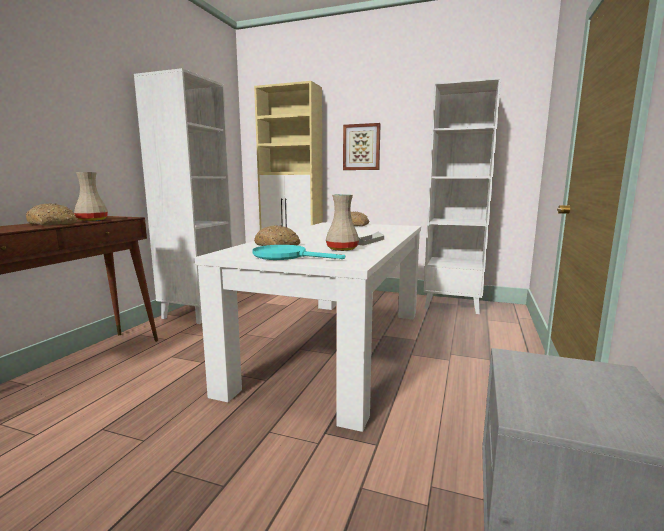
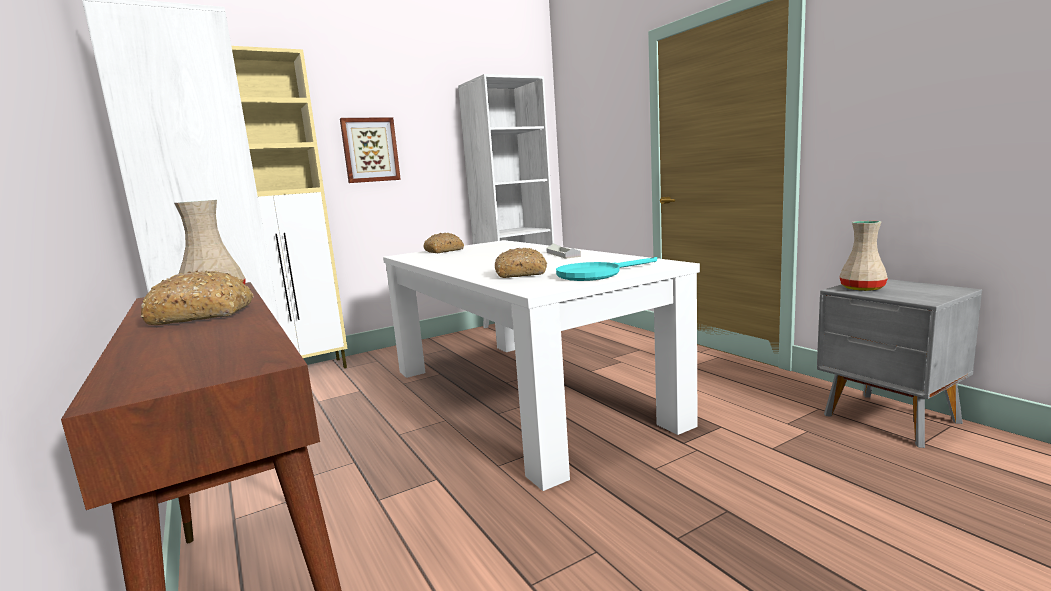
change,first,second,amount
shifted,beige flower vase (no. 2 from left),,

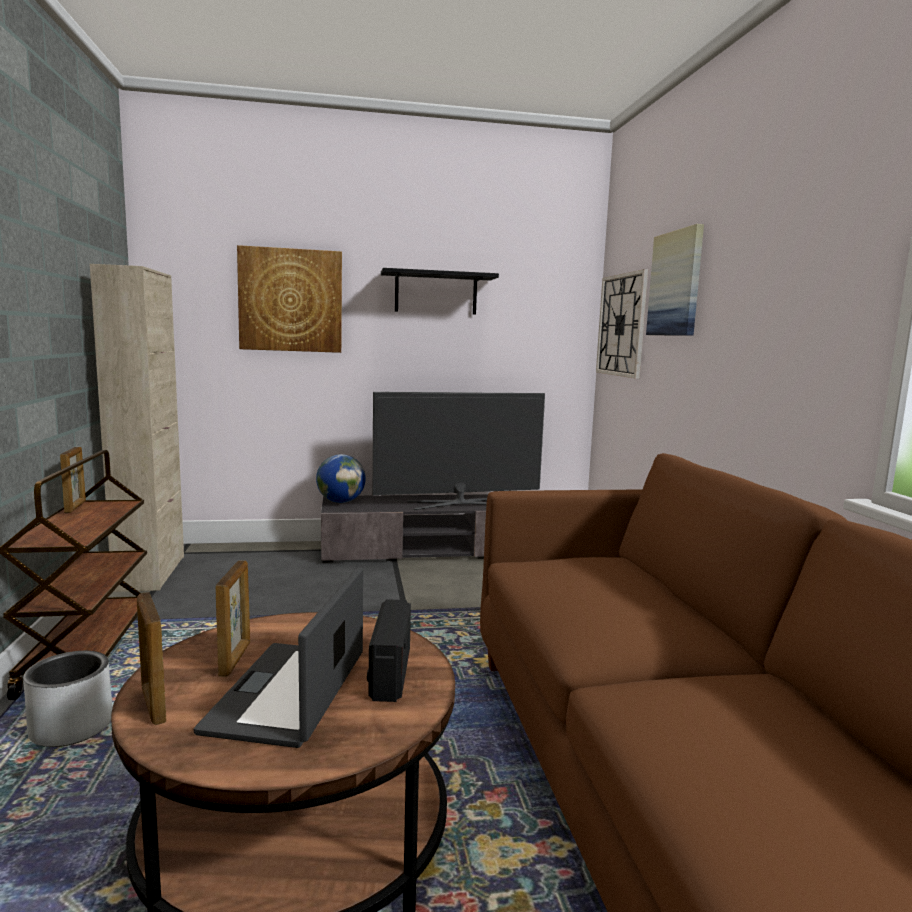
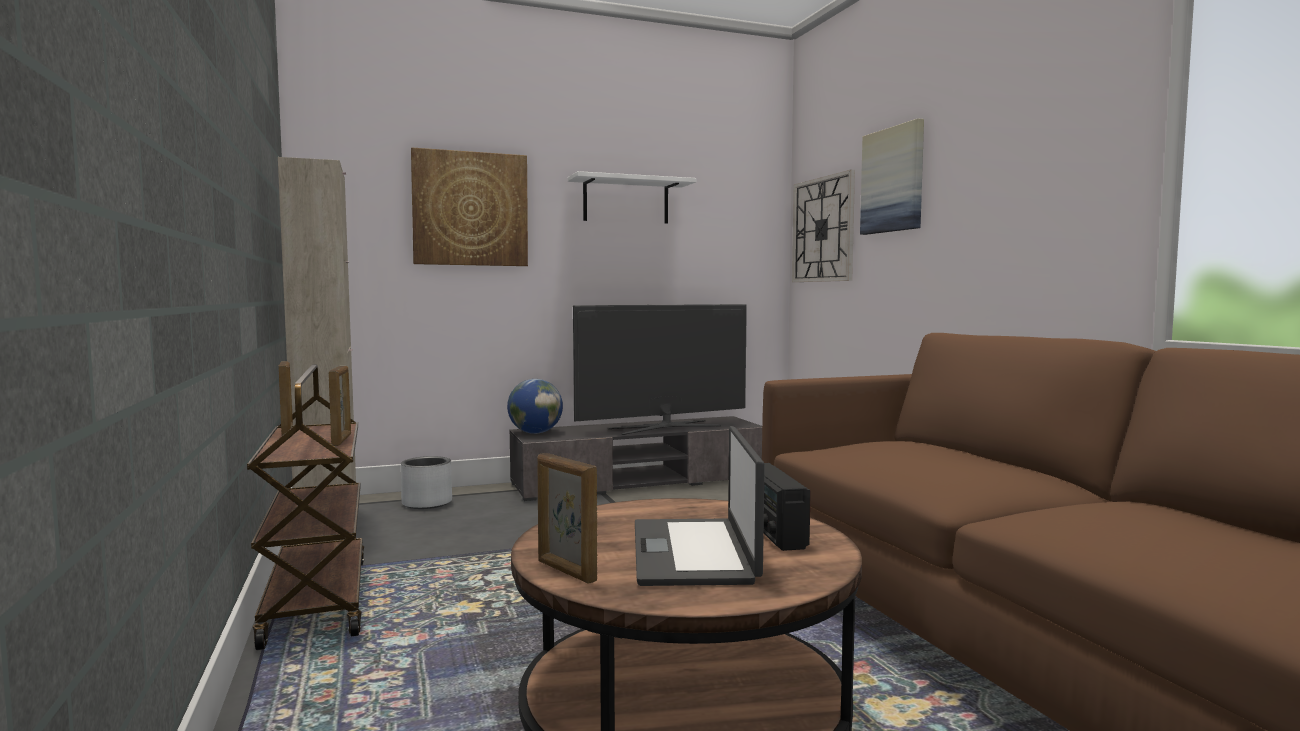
change,first,second,amount
shifted,gray flower pot,,
shifted,photo frame (no. 3 from left in the first image),photo frame (no. 2 from left),
repainted,black wall shelf,white-coloured wall shelf,

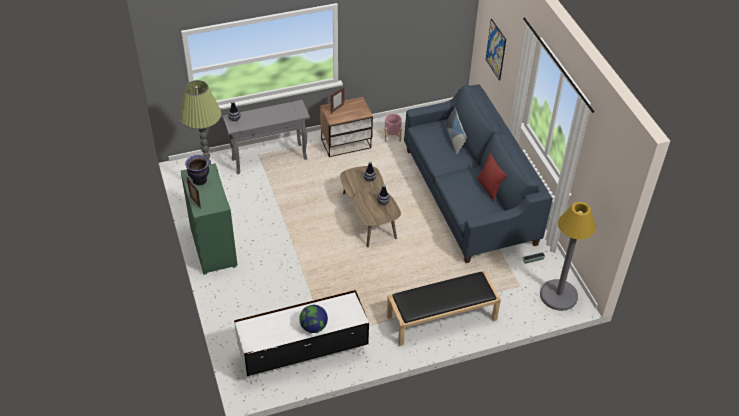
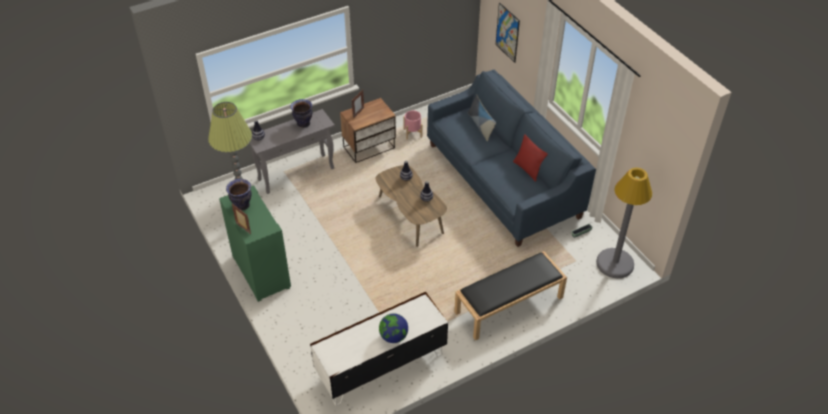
change,first,second,amount
new,,flower vase (no. 3 from left),

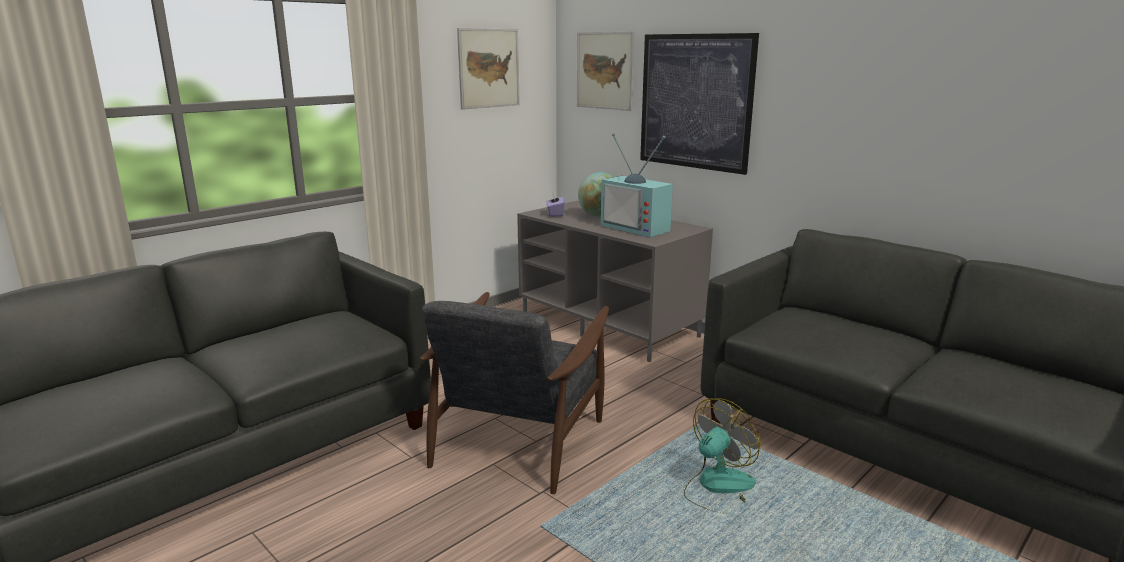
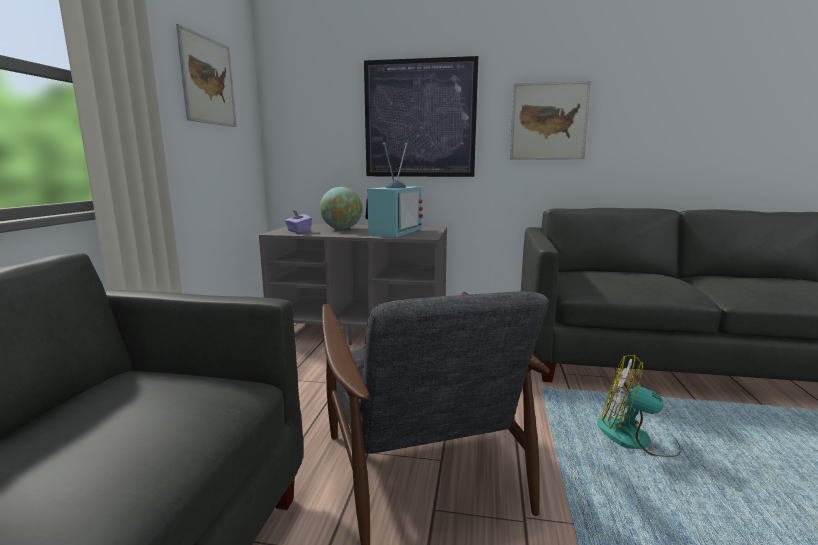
change,first,second,amount
shifted,wall picture (no. 2 from left in the first image),wall picture (no. 3 from left),
rotated,TV,,75 degrees counterclockwise
rotated,fan,,75 degrees counterclockwise

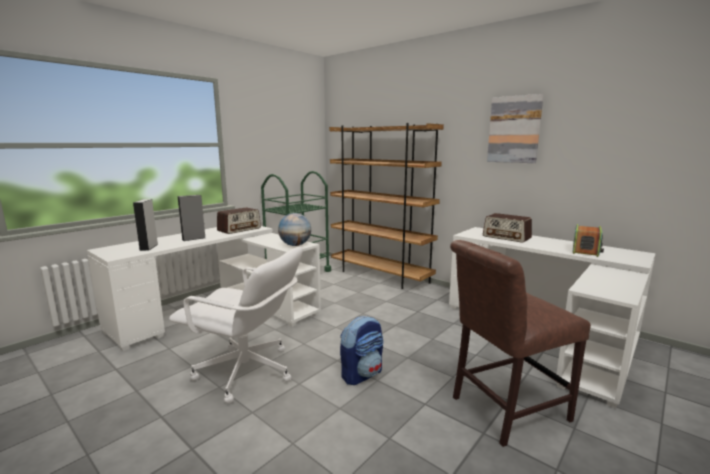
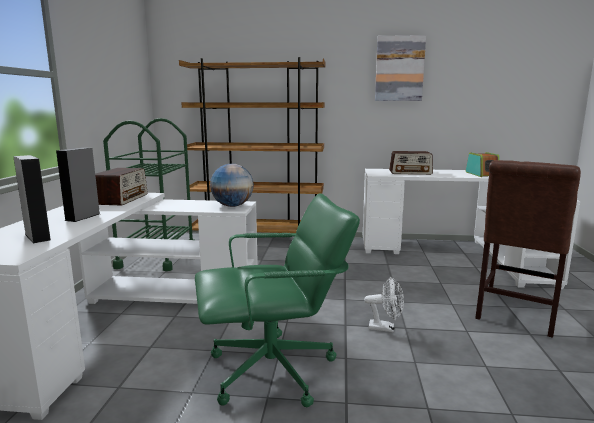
change,first,second,amount
repainted,white-coloured office chair,green-coloured office chair,
swapped,knapsack,white-coloured fan,

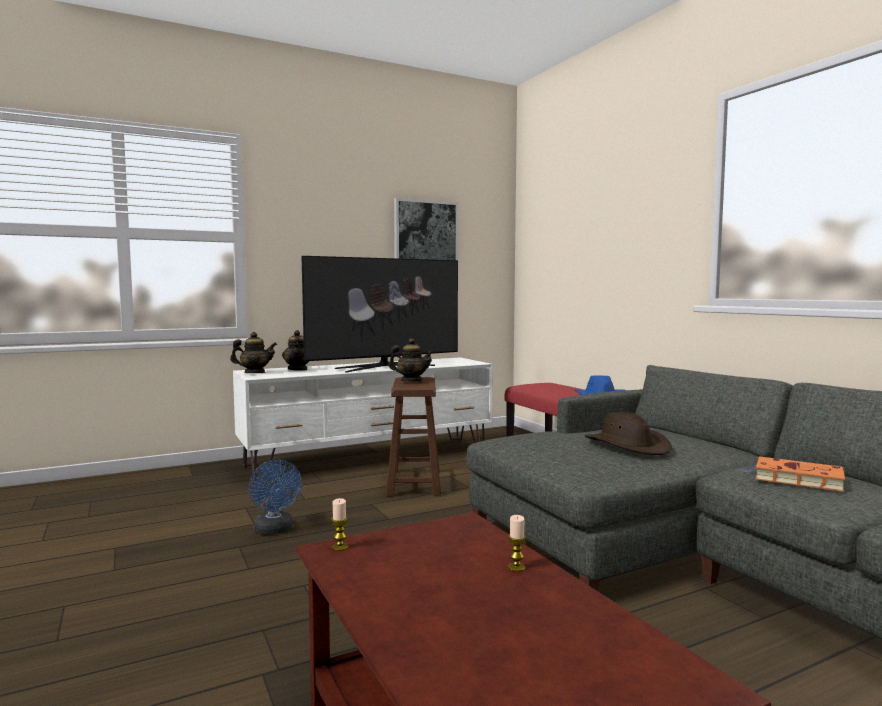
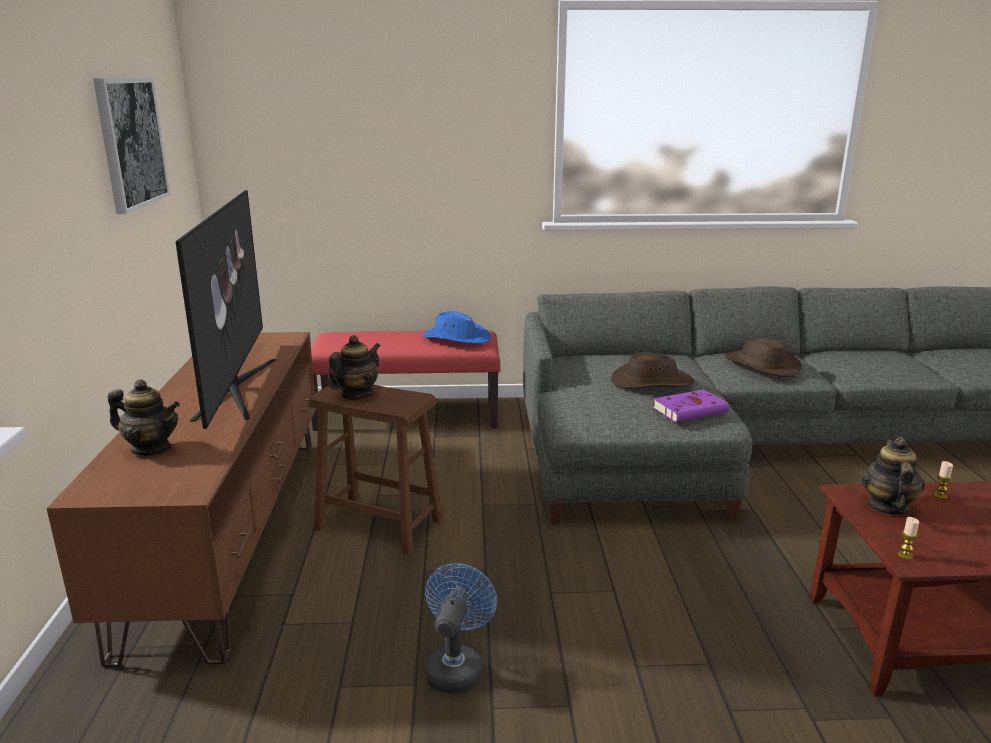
change,first,second,amount
shifted,tea pot (no. 1 from left in the first image),tea pot (no. 3 from left),
repainted,white-coloured tv stand,brown-coloured tv stand,
rotated,bluish fan,,75 degrees counterclockwise
swapped,orange-coloured book,brown-coloured hat (no. 2 from left),
new,,purple-coloured book,

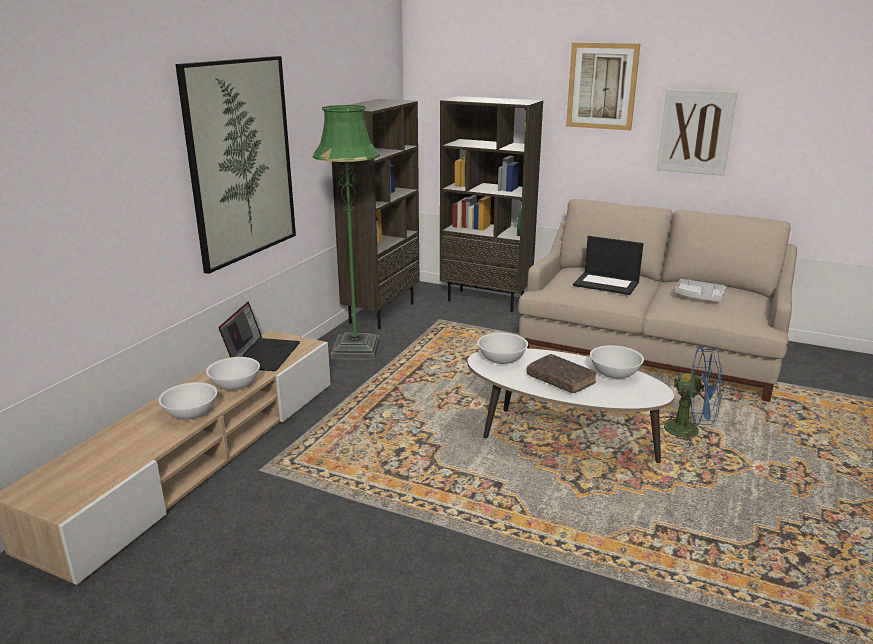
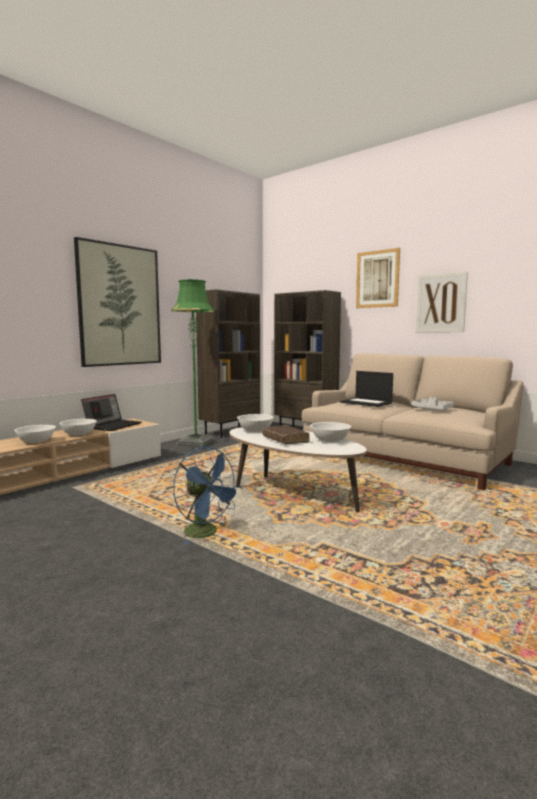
change,first,second,amount
shifted,bluish fan,,

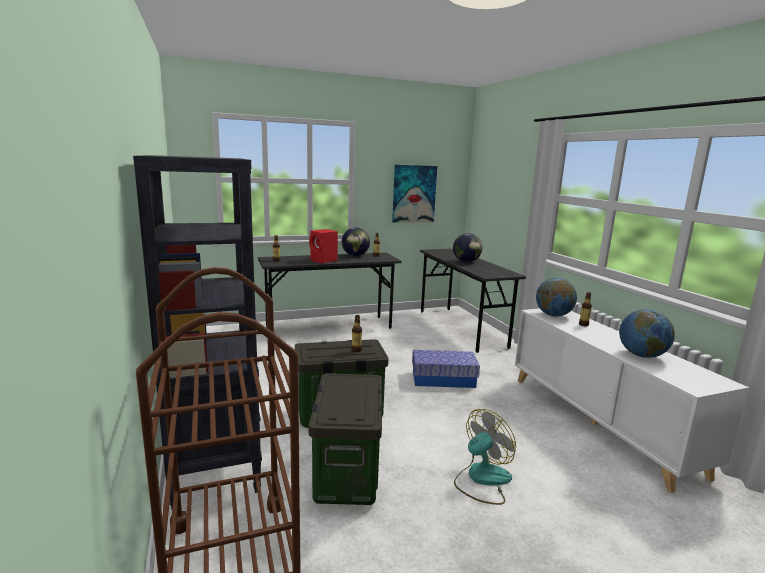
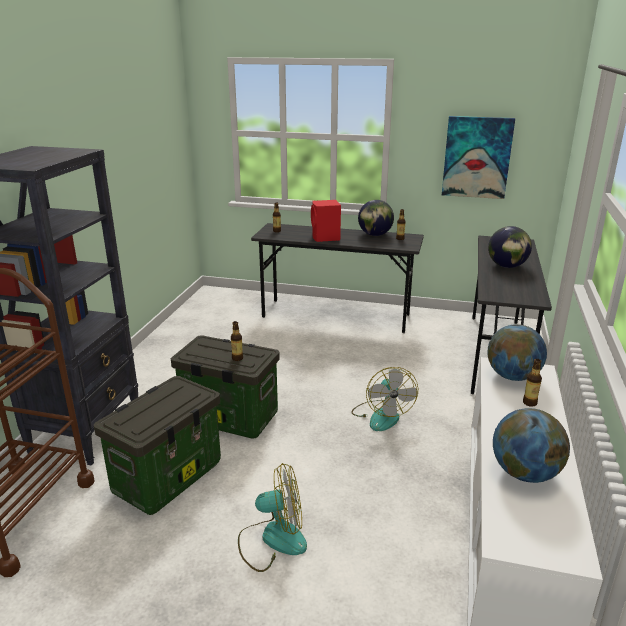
change,first,second,amount
swapped,storage box (no. 3 from left),fan (no. 2 from left),

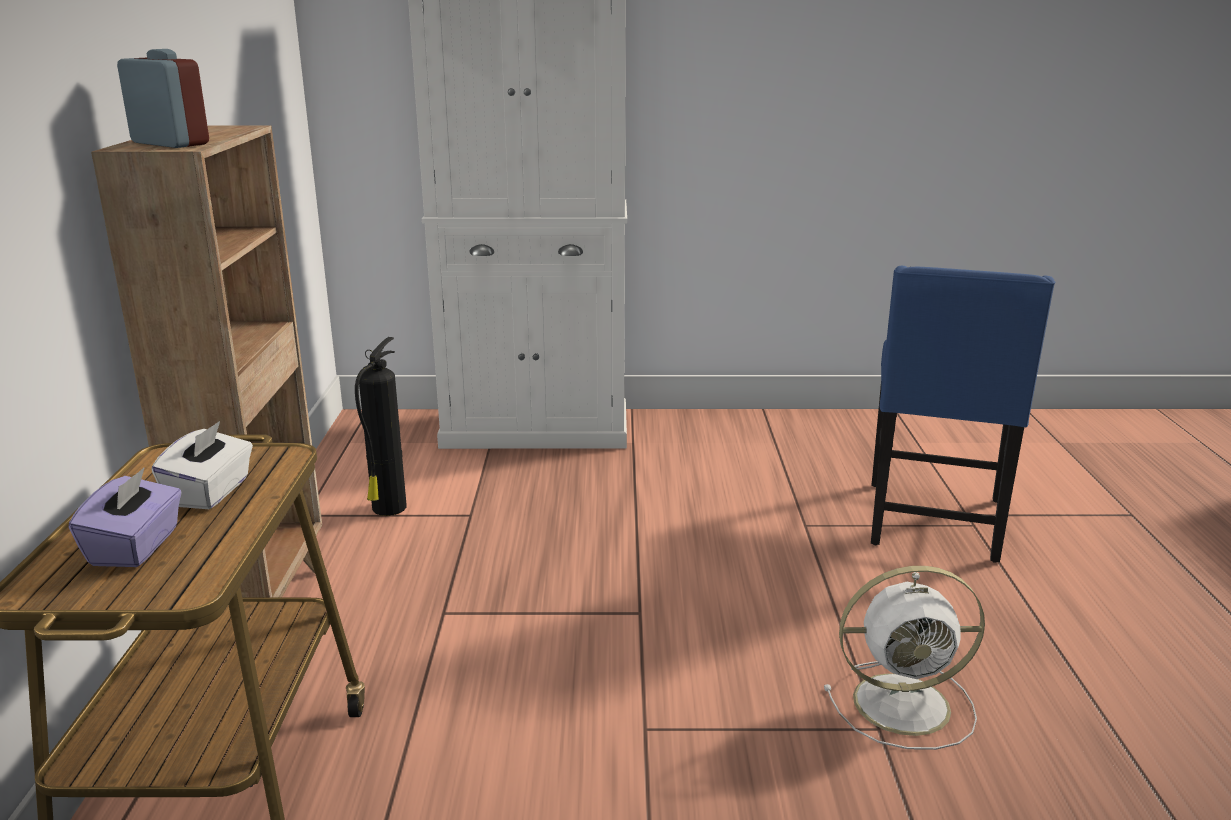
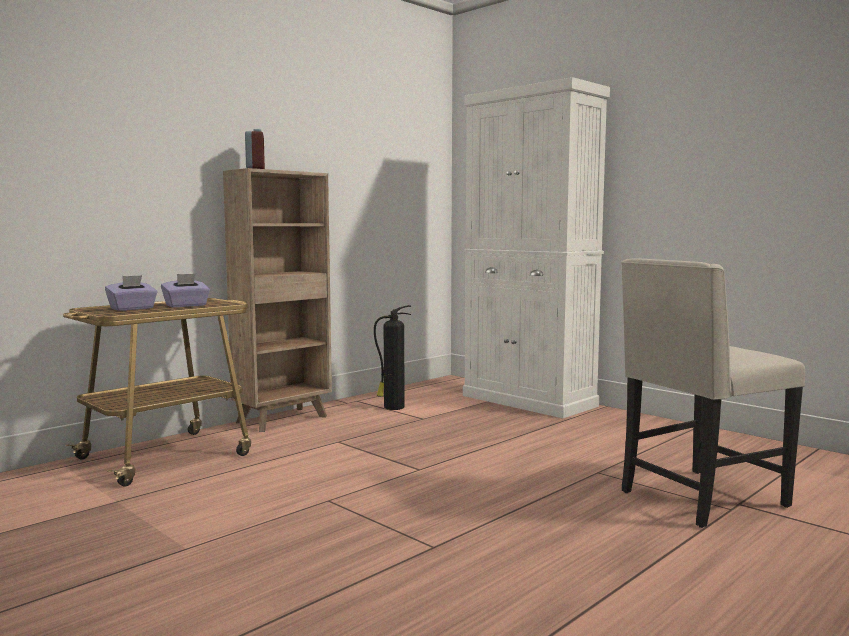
change,first,second,amount
repainted,white-coloured box of tissues,purple-coloured box of tissues (no. 2 from left),
gone,white-coloured fan,,
repainted,bluish upright chair,beige upright chair,

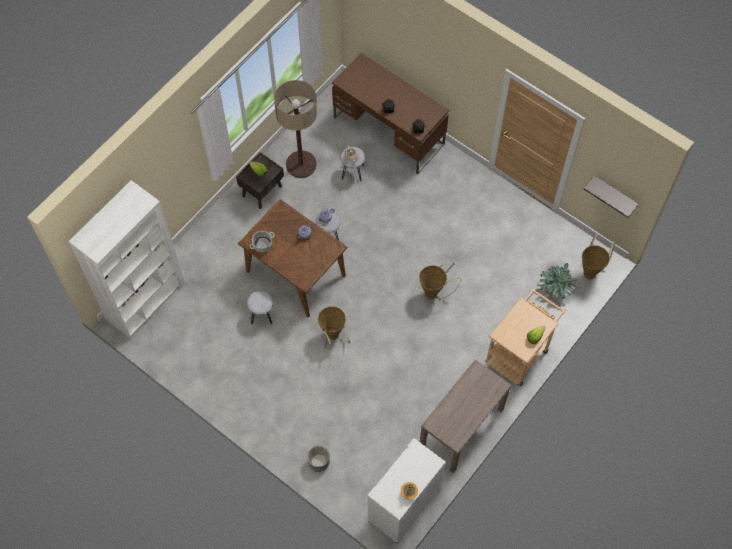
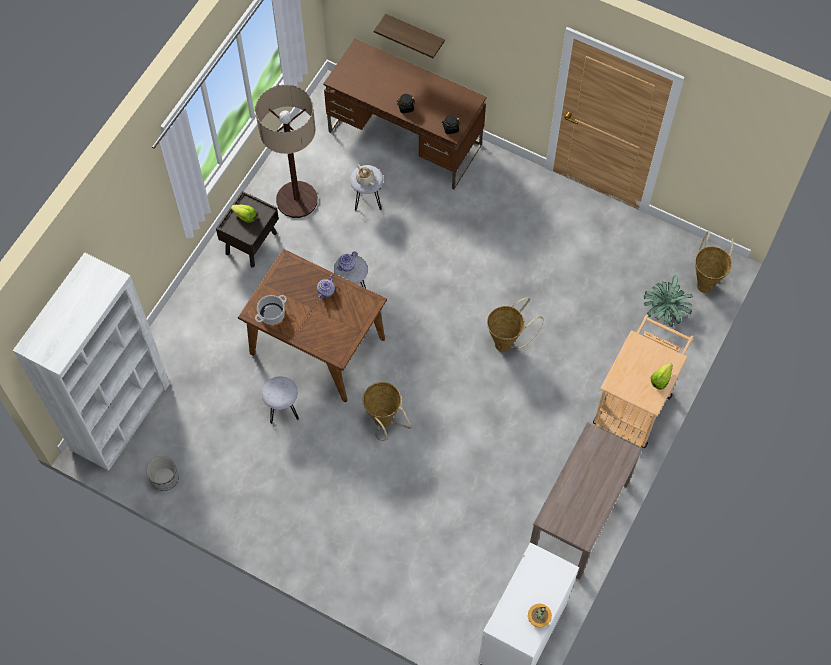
change,first,second,amount
shifted,flower pot,,
shifted,wall shelf,,

